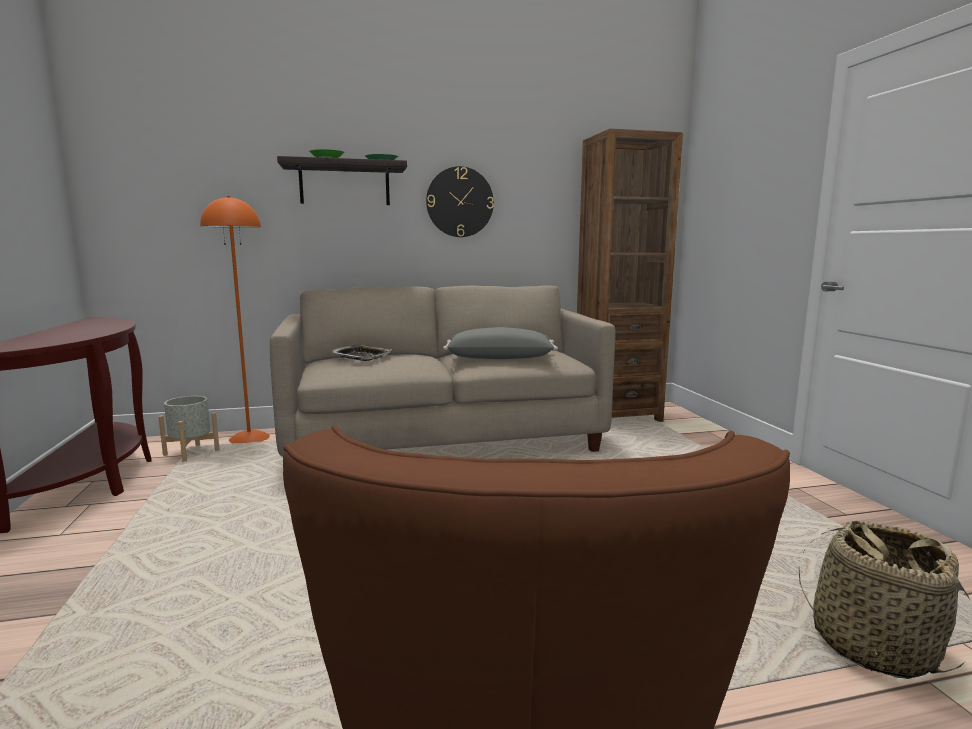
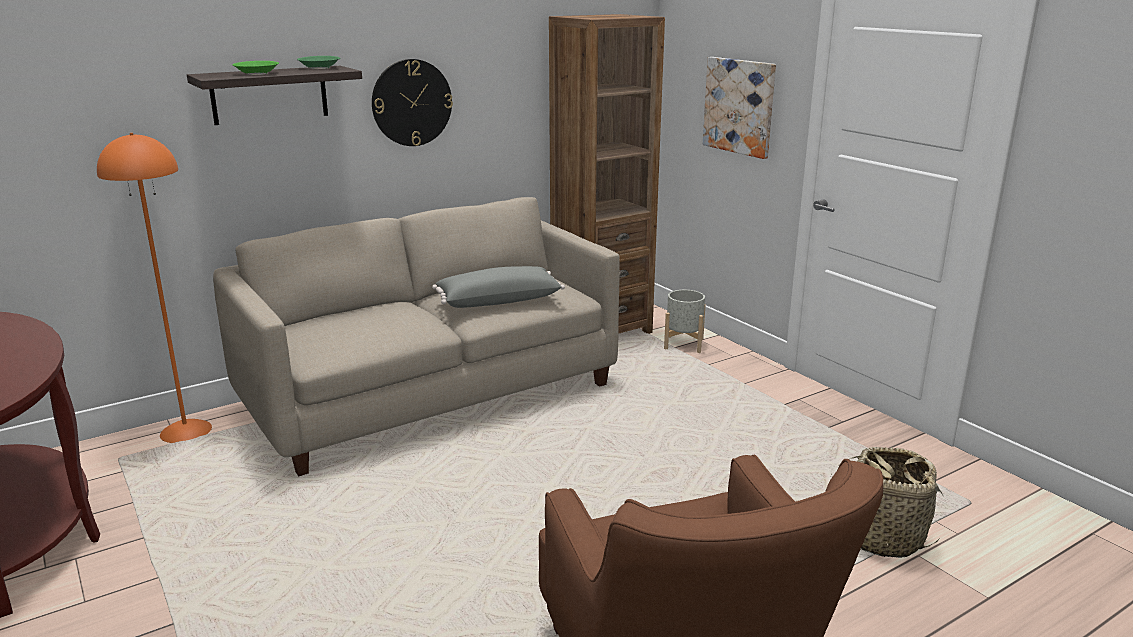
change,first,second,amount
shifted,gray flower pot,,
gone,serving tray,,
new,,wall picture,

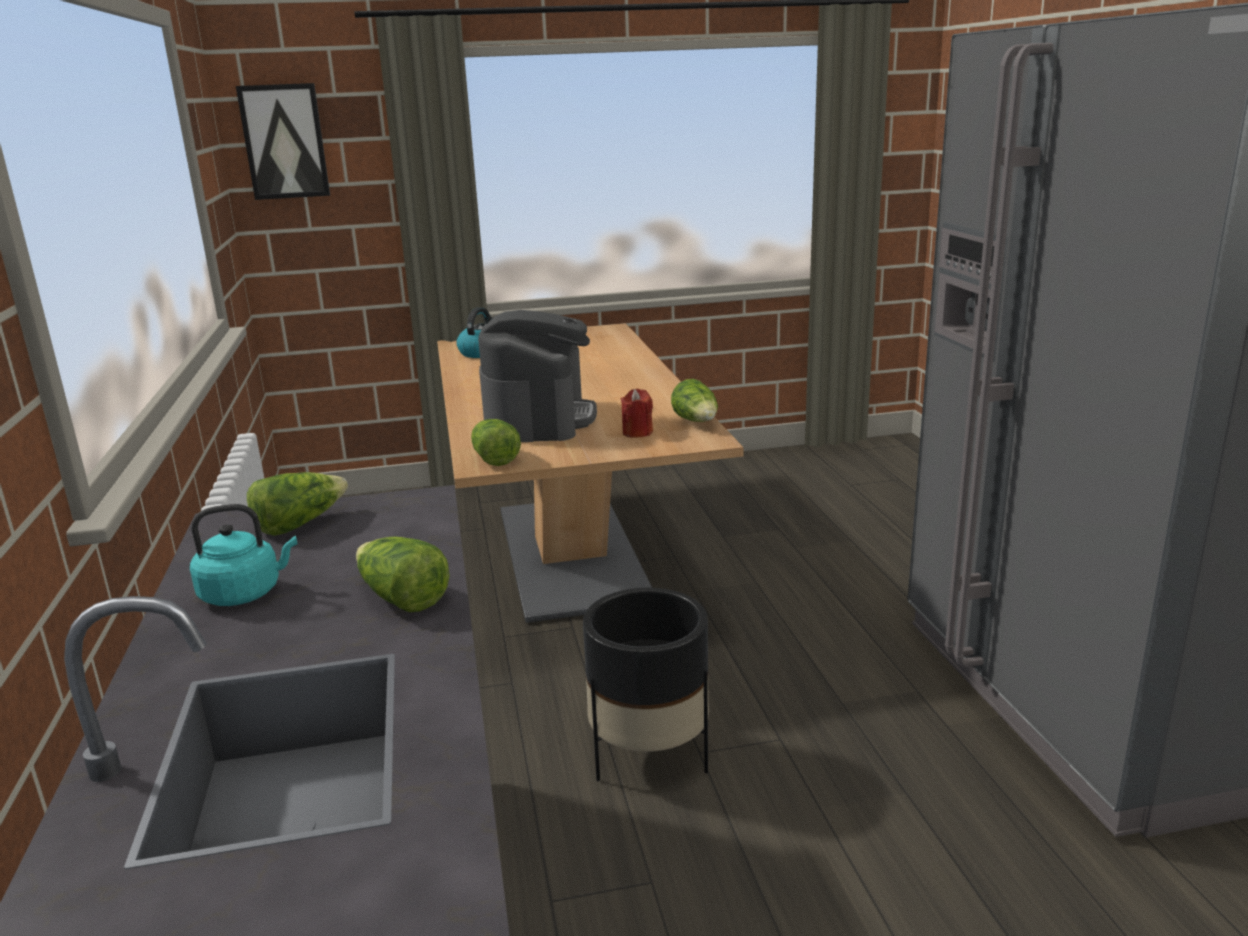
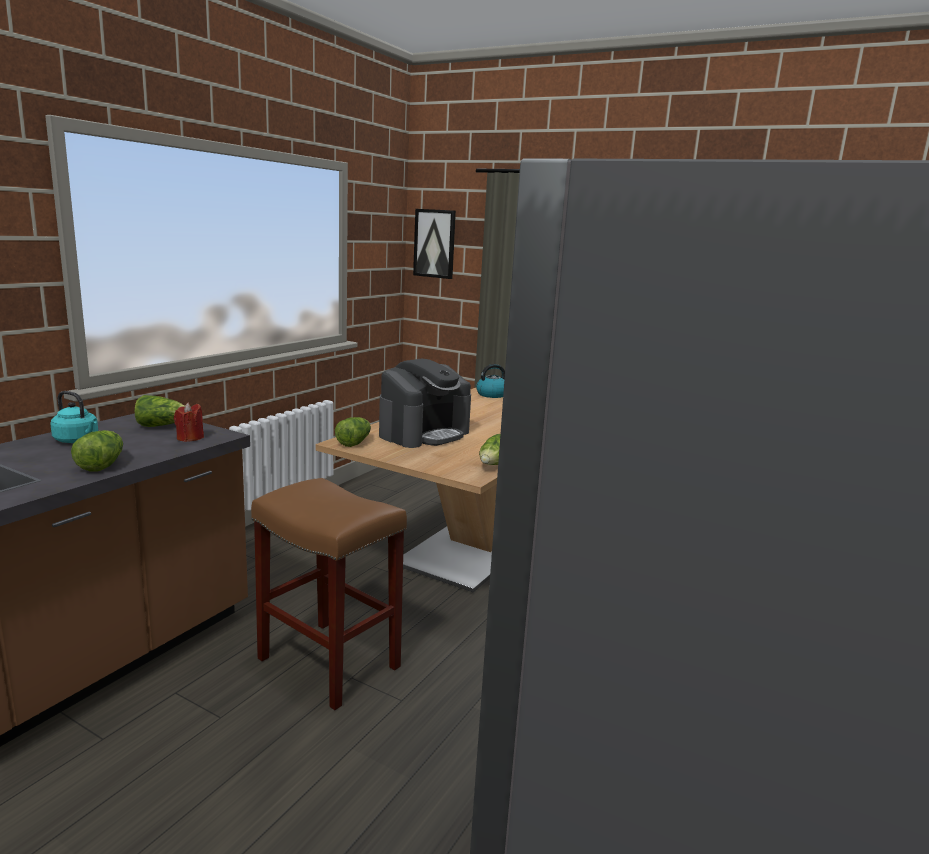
change,first,second,amount
swapped,black flower pot,brown-coloured sitting stool,
shifted,red wax candle,,

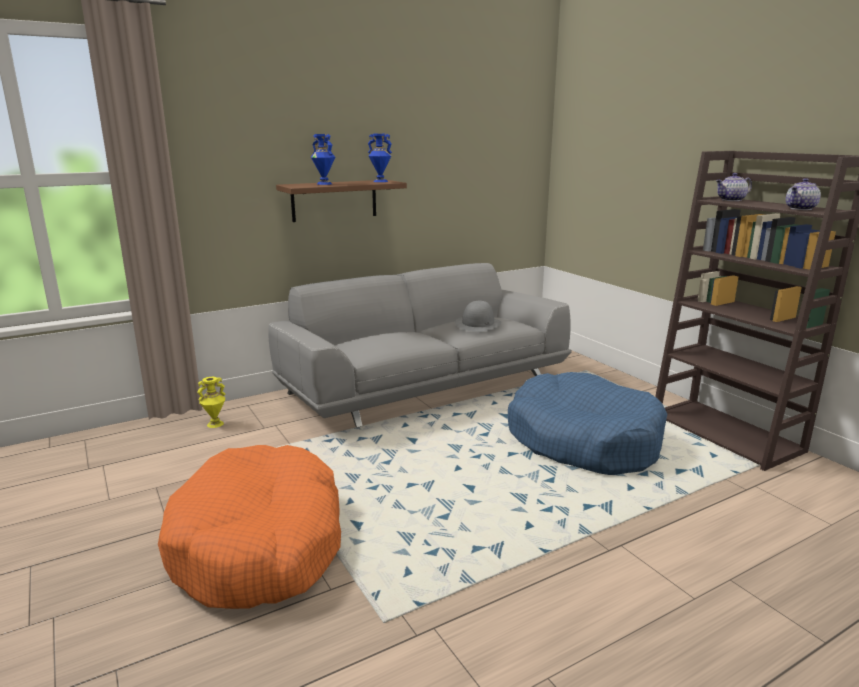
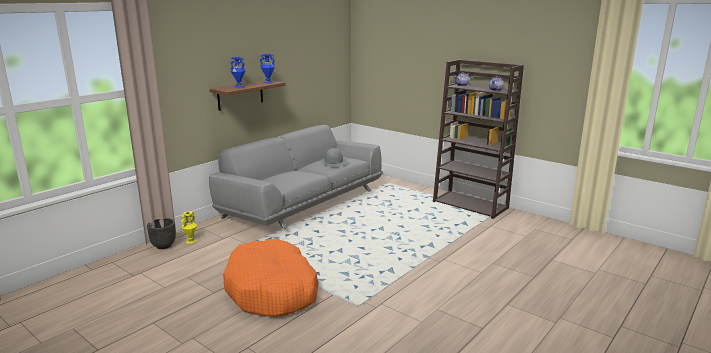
change,first,second,amount
gone,bluish dog bed,,
new,,black flower pot,

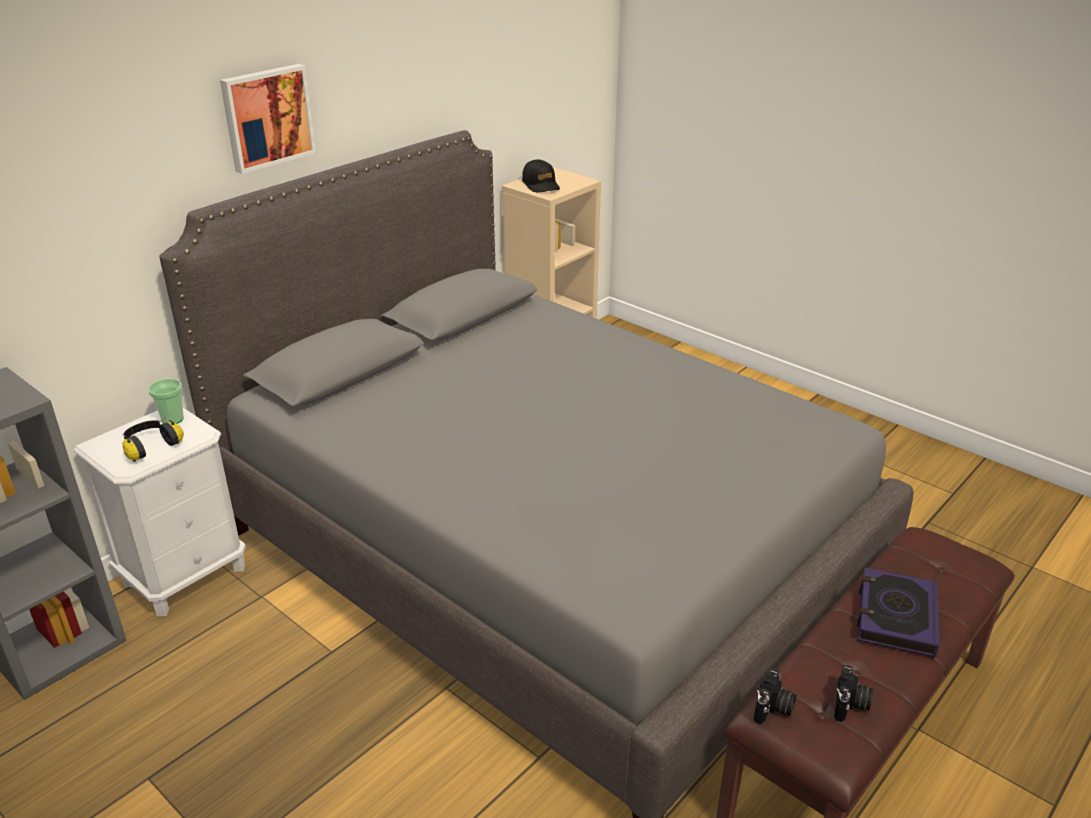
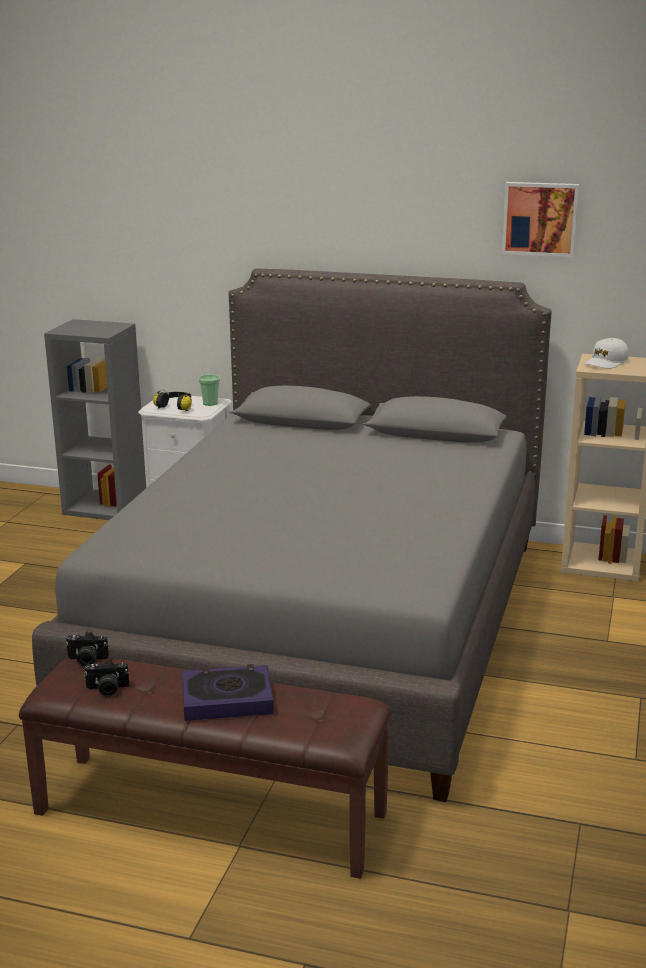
change,first,second,amount
shifted,wall picture,,
repainted,black baseball cap,white-coloured baseball cap,

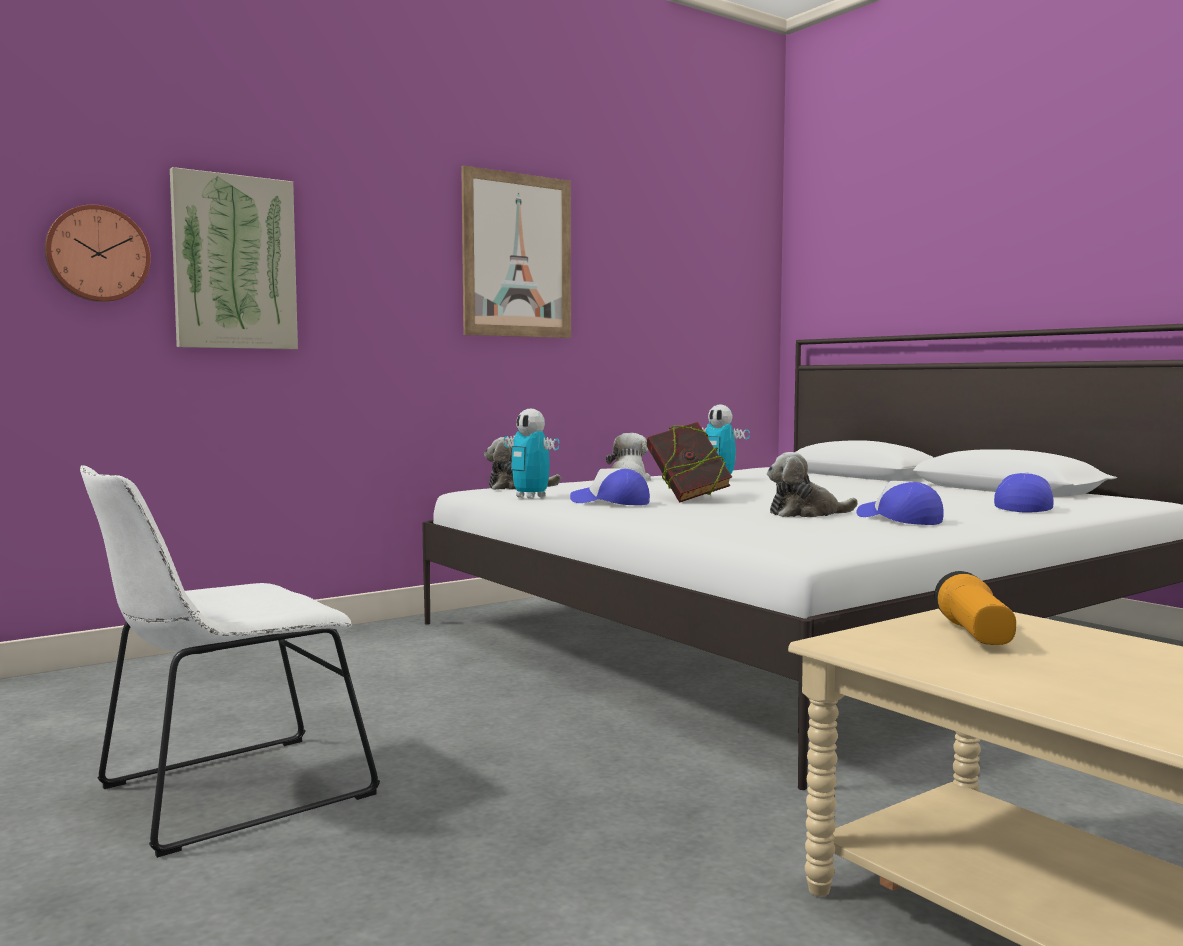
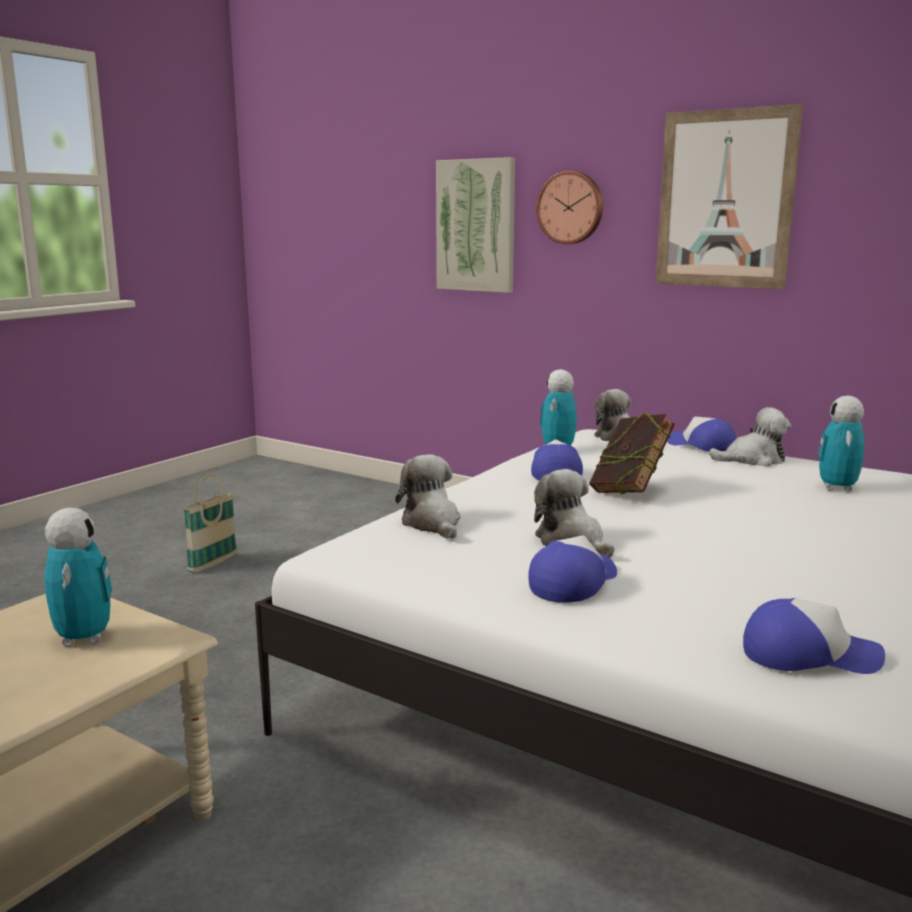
change,first,second,amount
shifted,clock on the wall,,
swapped,white-coloured upright chair,basket,
swapped,torch,model robot (no. 1 from left),
new,,plush toy (no. 1 from left),
new,,baseball cap (no. 3 from left),

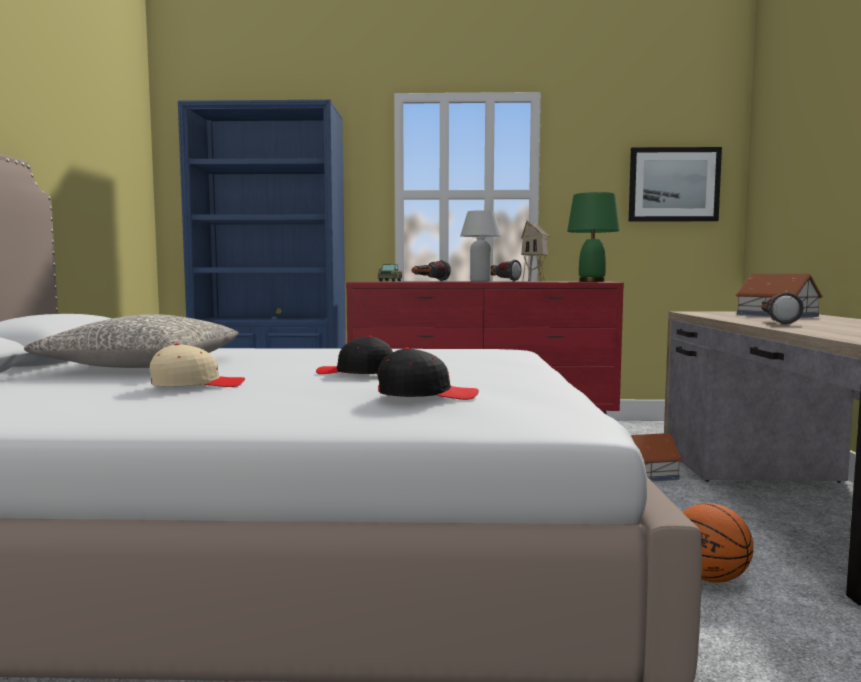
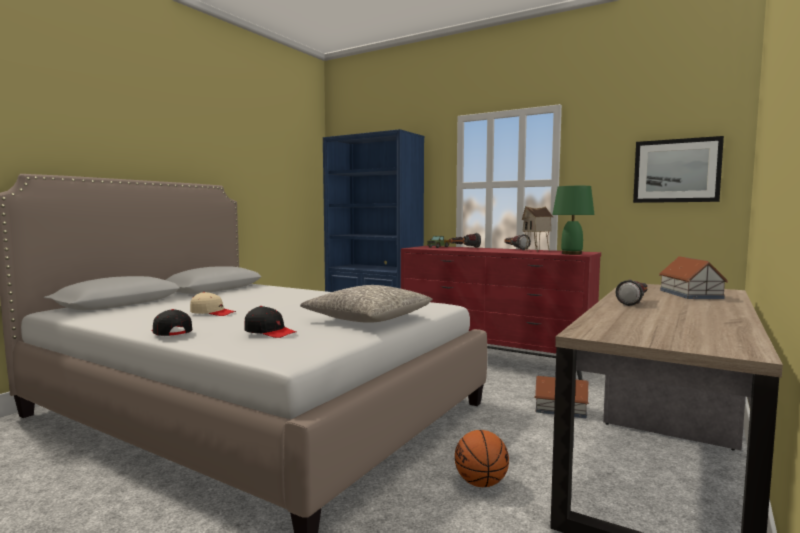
change,first,second,amount
shifted,gray throw pillow,,
shifted,black baseball cap (no. 1 from left),,
gone,white-coloured tabletop lamp,,

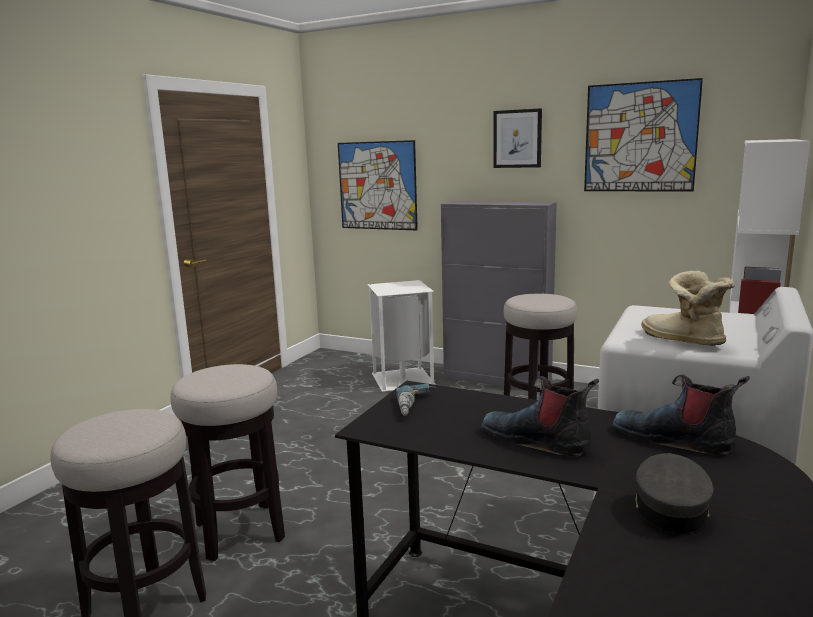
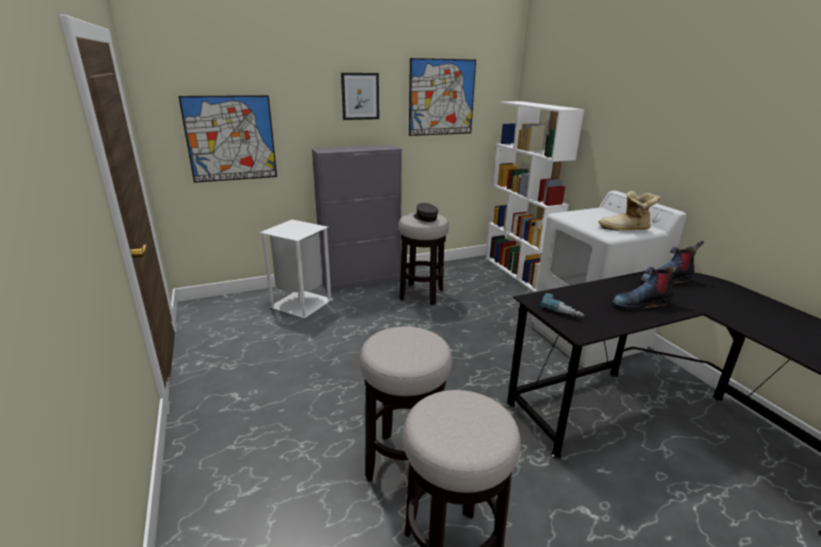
change,first,second,amount
shifted,gray baseball cap,,

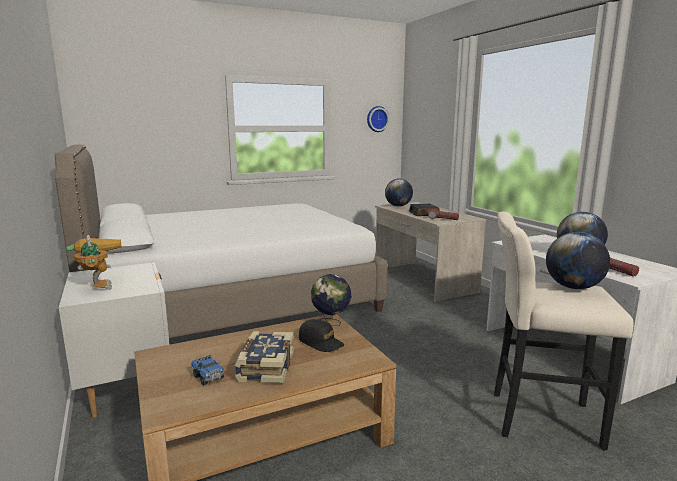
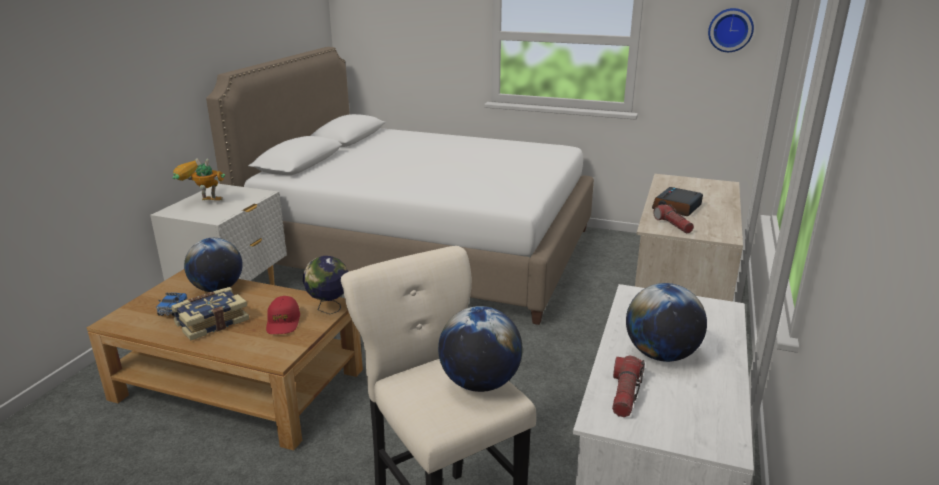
change,first,second,amount
rotated,model robot,,105 degrees counterclockwise
repainted,black baseball cap,red baseball cap,
shifted,globe (no. 2 from left in the first image),globe (no. 1 from left),

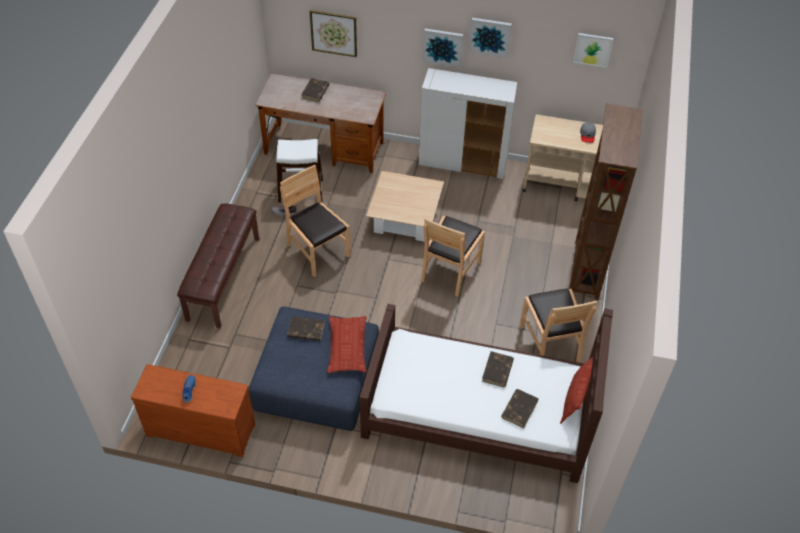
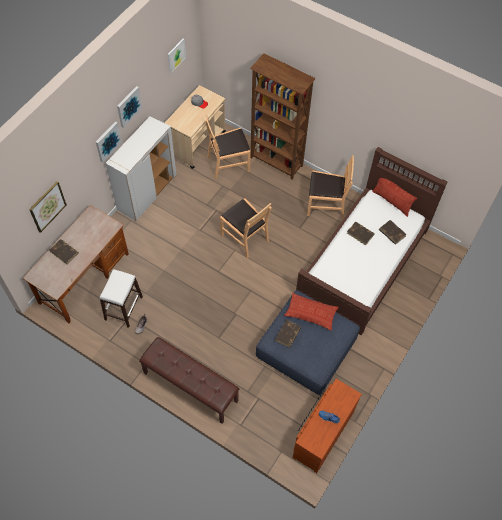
change,first,second,amount
shifted,brown-coloured upright chair (no. 1 from left),,
gone,beige coffee table,,

